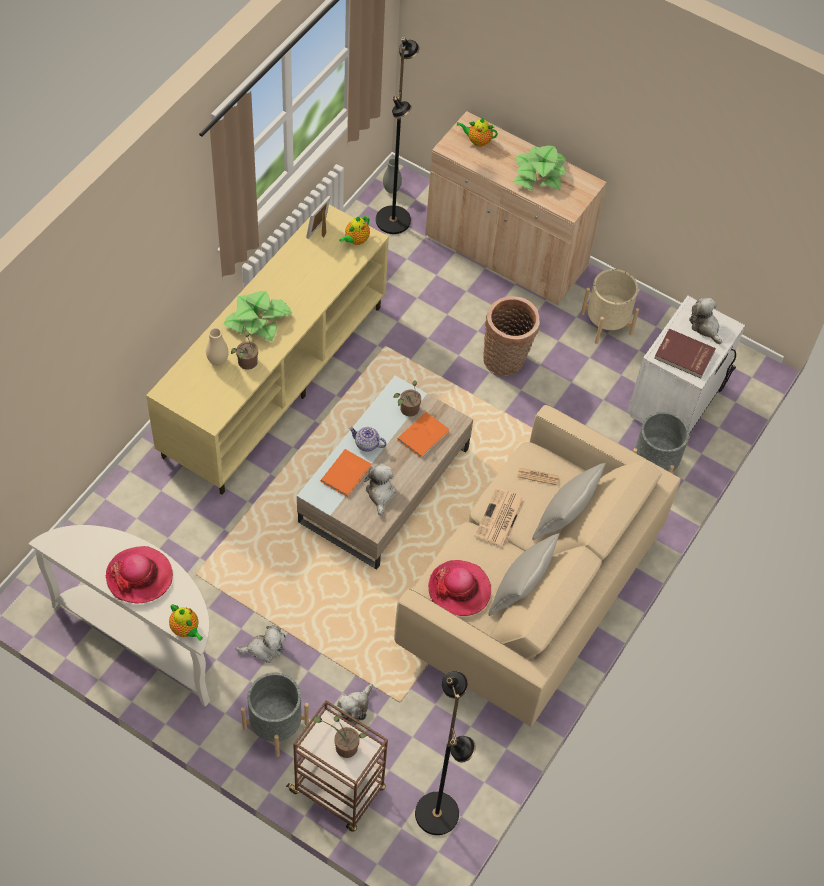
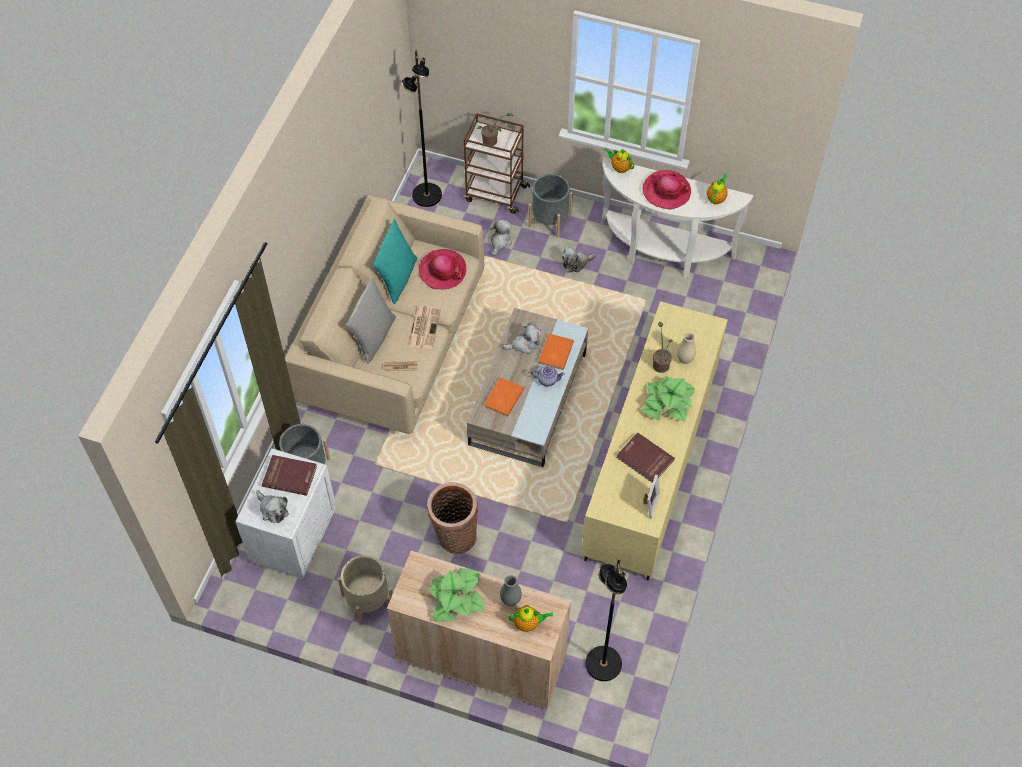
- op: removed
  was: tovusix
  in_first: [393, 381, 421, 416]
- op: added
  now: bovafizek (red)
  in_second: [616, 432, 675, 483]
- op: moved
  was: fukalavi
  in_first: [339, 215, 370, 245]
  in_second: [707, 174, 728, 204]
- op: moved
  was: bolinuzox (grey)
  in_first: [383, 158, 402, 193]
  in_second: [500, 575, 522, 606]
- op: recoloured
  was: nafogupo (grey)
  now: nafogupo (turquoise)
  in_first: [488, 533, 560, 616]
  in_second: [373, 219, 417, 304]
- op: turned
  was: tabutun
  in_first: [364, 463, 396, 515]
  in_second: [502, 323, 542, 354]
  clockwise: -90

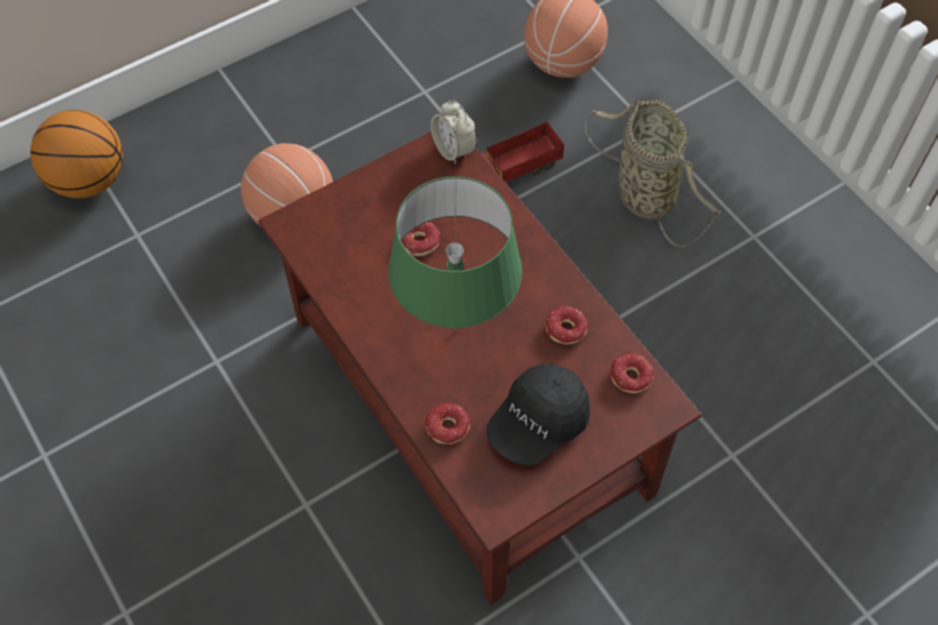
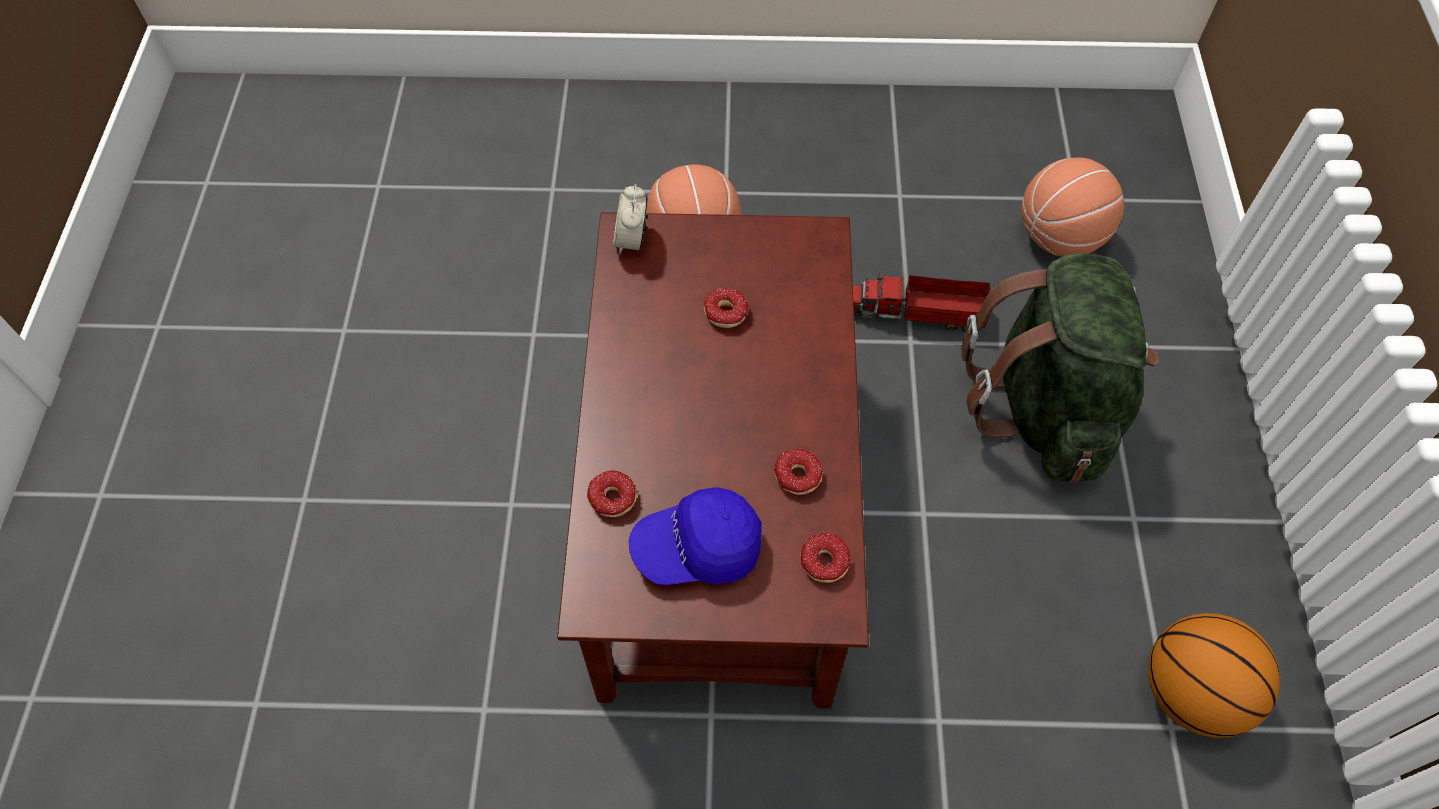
- op: removed
  was: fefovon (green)
  in_first: [388, 176, 522, 331]
- op: moved
  was: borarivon
  in_first: [31, 110, 123, 198]
  in_second: [1148, 613, 1280, 738]
- op: moved
  was: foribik
  in_first: [431, 100, 477, 165]
  in_second: [613, 184, 648, 255]
- op: replaced
  was: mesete
  now: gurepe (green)
  in_first: [585, 100, 721, 248]
  in_second: [961, 253, 1159, 483]
- op: recoloured
  was: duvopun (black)
  now: duvopun (blue)
  in_first: [486, 364, 590, 466]
  in_second: [629, 487, 762, 585]

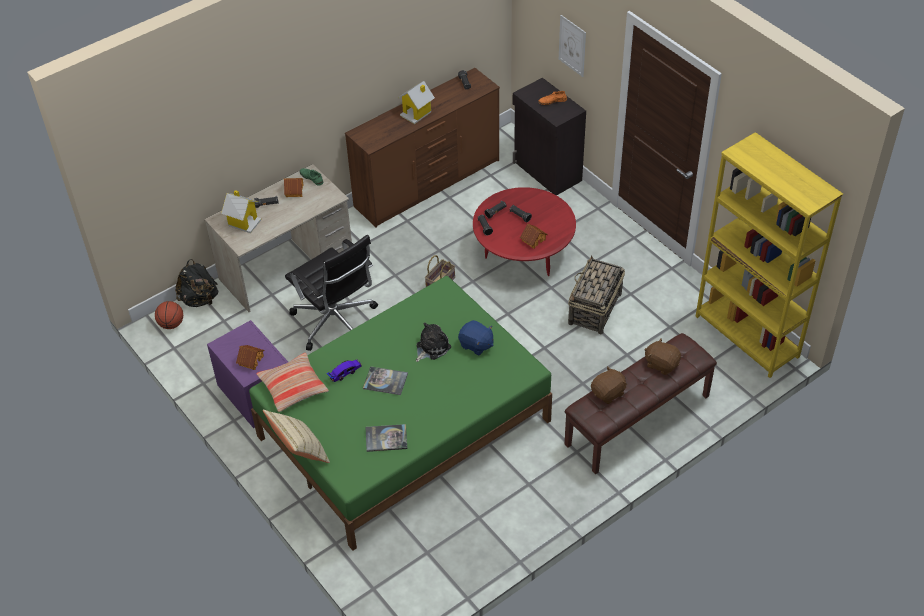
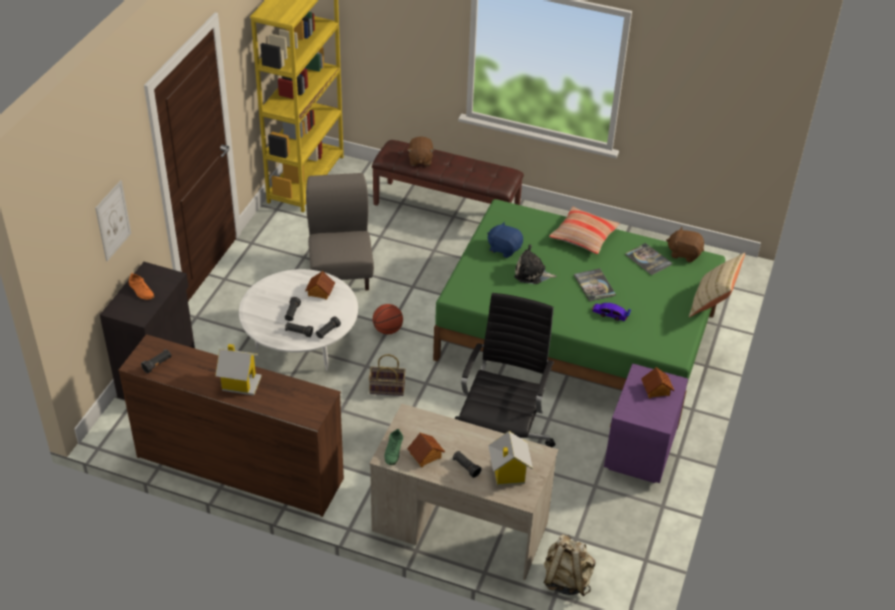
- op: moved
  was: borarivon
  in_first: [155, 301, 183, 329]
  in_second: [373, 304, 403, 334]
- op: moved
  was: nafogupo
  in_first: [256, 353, 329, 412]
  in_second: [549, 207, 620, 254]
- op: moved
  was: tabutun (brown)
  in_first: [591, 366, 627, 404]
  in_second: [666, 227, 704, 262]
- op: replaced
  was: mesete
  now: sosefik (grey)
  in_first: [568, 255, 625, 334]
  in_second: [306, 173, 374, 290]
- op: recoloured
  was: gurepe (black)
  now: gurepe (beige)
  in_first: [175, 259, 218, 307]
  in_second: [543, 534, 595, 597]
- op: recoloured
  was: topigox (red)
  now: topigox (white)
  in_first: [473, 187, 576, 276]
  in_second: [239, 269, 358, 370]
- op: turned
  was: tabutun (blue)
  in_first: [458, 320, 494, 355]
  in_second: [487, 222, 523, 258]
  clockwise: -60

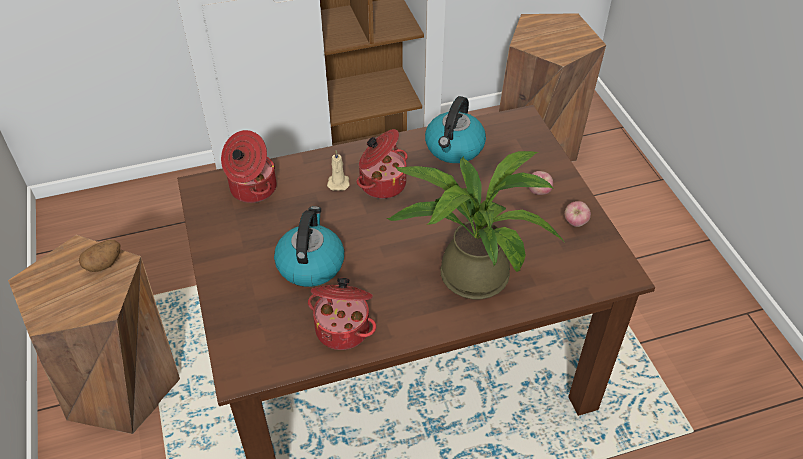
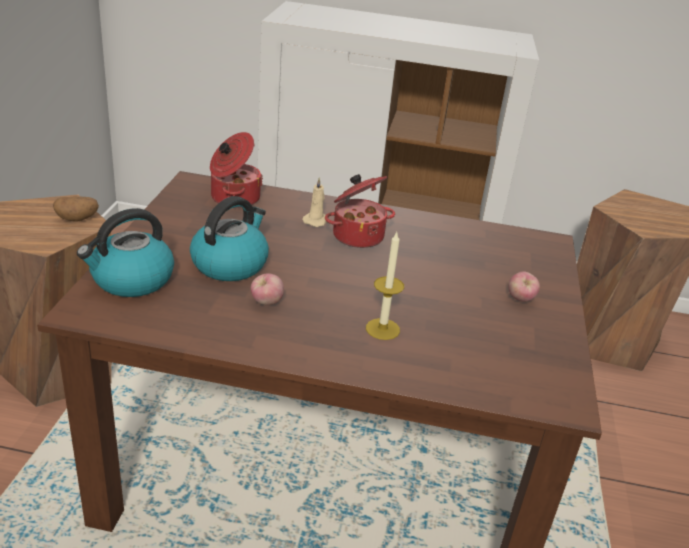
- op: removed
  was: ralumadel
  in_first: [308, 278, 376, 350]
- op: moved
  was: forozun
  in_first: [425, 96, 486, 163]
  in_second: [77, 208, 174, 297]
- op: moved
  was: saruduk
  in_first: [564, 201, 591, 227]
  in_second: [251, 273, 284, 305]
- op: replaced
  was: tovusix
  now: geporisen
  in_first: [387, 151, 563, 299]
  in_second: [366, 232, 404, 340]

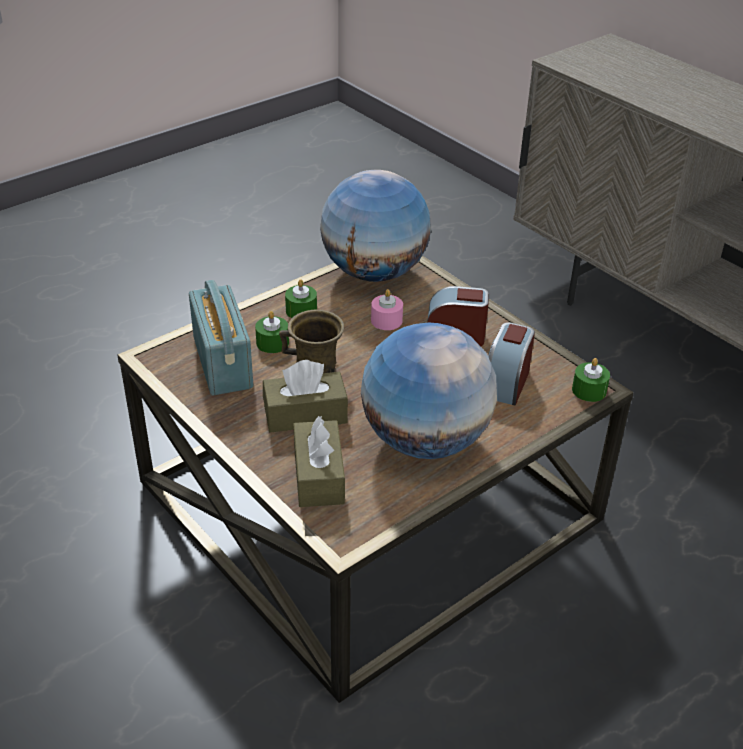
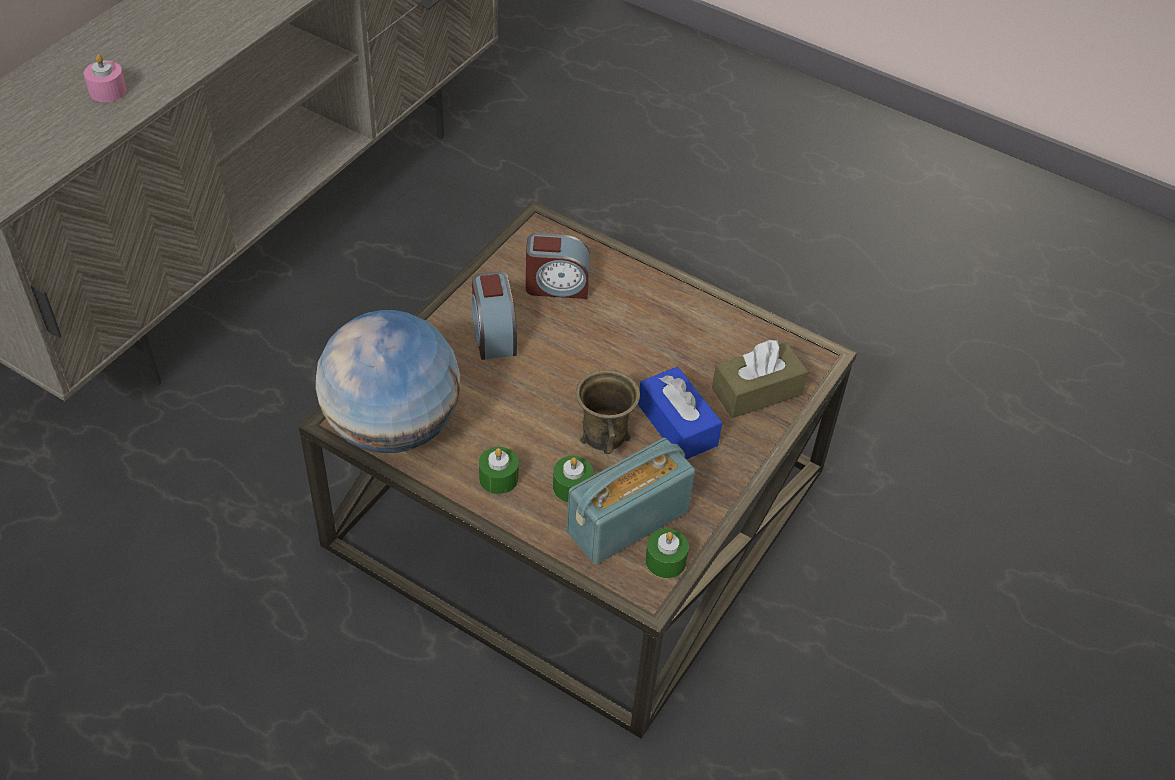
- op: removed
  was: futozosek
  in_first: [361, 323, 497, 459]
- op: moved
  was: geporisen (pink)
  in_first: [371, 289, 403, 330]
  in_second: [84, 54, 127, 102]
- op: moved
  was: geporisen (green)
  in_first: [572, 358, 610, 402]
  in_second: [645, 529, 689, 578]
- op: recoloured
  was: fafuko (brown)
  now: fafuko (blue)
  in_first: [263, 360, 348, 433]
  in_second: [638, 367, 722, 459]

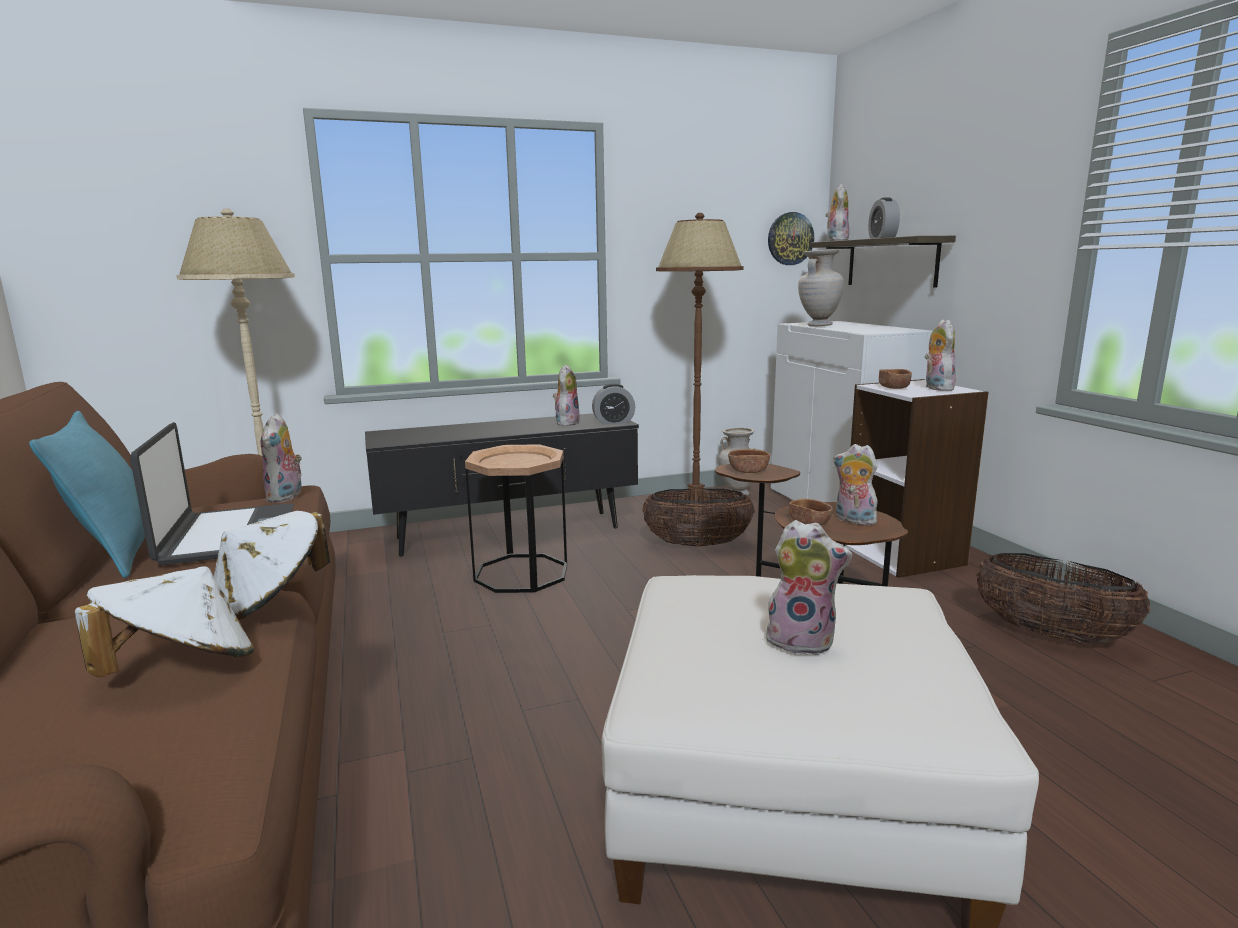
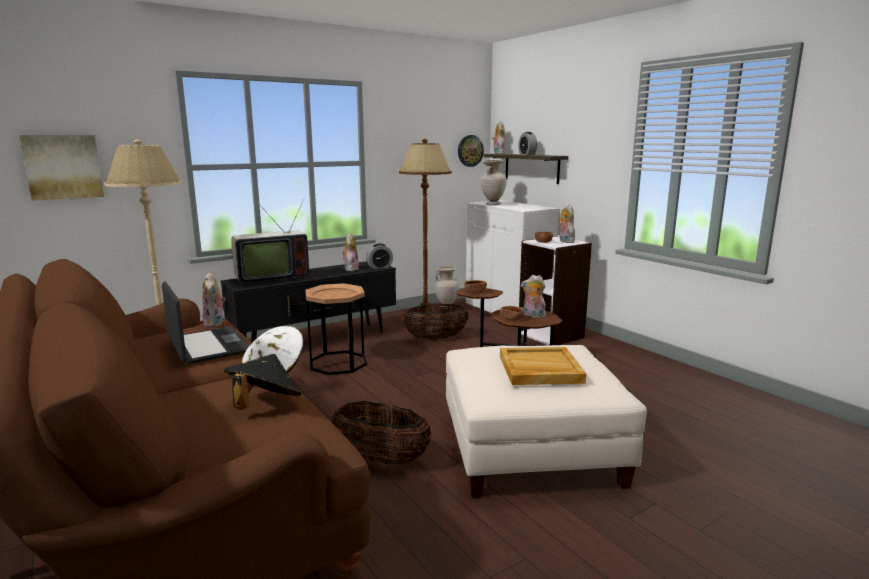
- op: removed
  was: nafogupo (turquoise)
  in_first: [29, 411, 145, 578]
- op: added
  now: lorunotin
  in_second: [19, 135, 104, 201]
- op: added
  now: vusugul
  in_second: [231, 200, 309, 286]
- op: moved
  was: mesete
  in_first: [975, 553, 1151, 644]
  in_second: [331, 401, 432, 464]
- op: replaced
  was: tabutun
  now: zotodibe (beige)
  in_first: [764, 520, 852, 655]
  in_second: [500, 347, 586, 385]
- op: recoloured
  was: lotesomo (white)
  now: lotesomo (black)
  in_first: [75, 566, 254, 677]
  in_second: [224, 354, 302, 410]

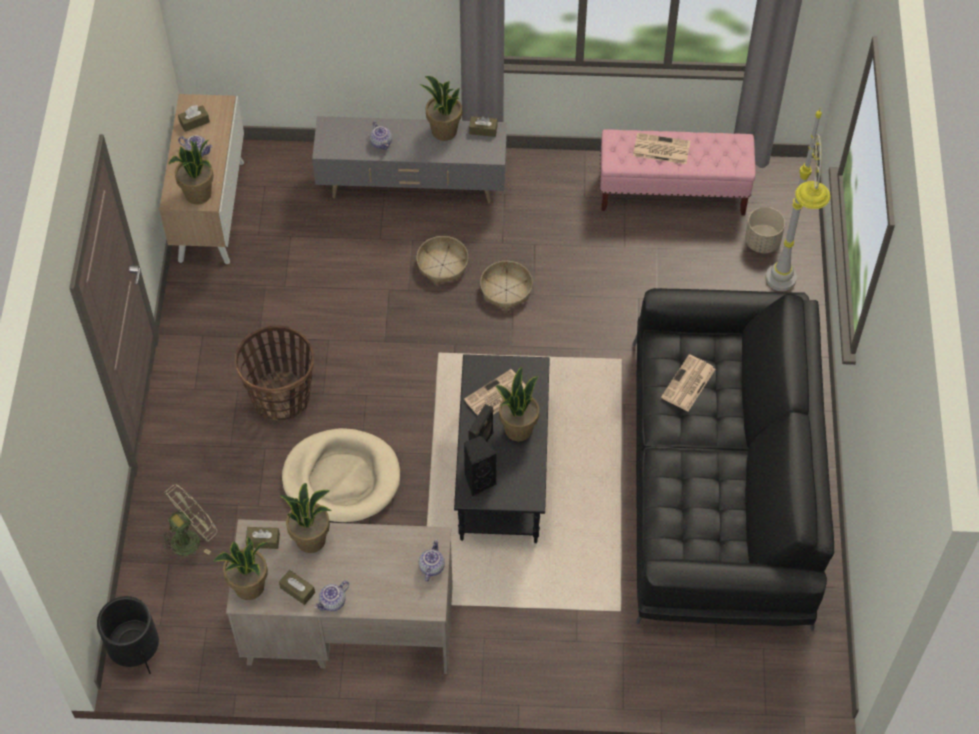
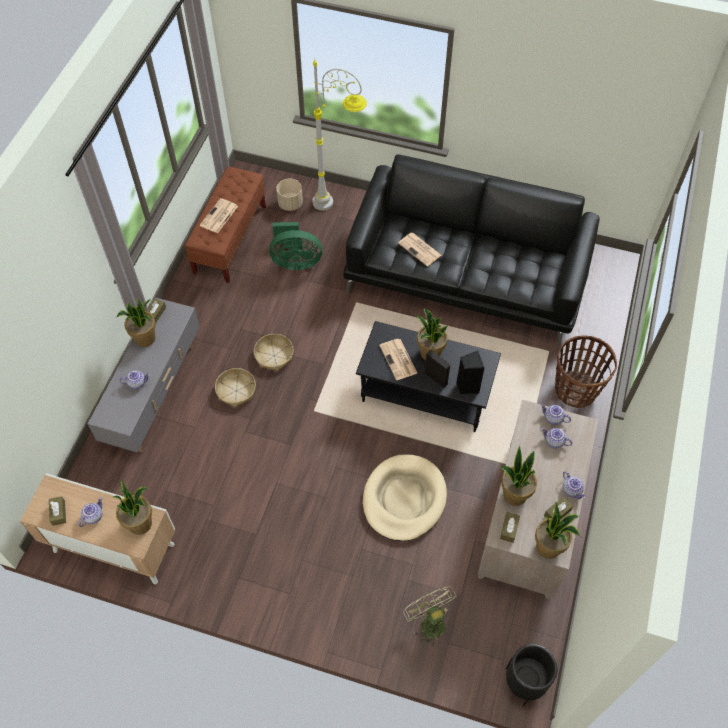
- op: added
  now: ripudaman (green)
  in_second: [269, 222, 322, 270]
- op: added
  now: fukalavi
  in_second: [541, 427, 572, 448]
- op: moved
  was: mesete
  in_first: [235, 325, 314, 421]
  in_second: [555, 336, 617, 408]
- op: recoloured
  was: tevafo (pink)
  now: tevafo (brown)
  in_first: [600, 129, 756, 216]
  in_second: [184, 167, 266, 283]

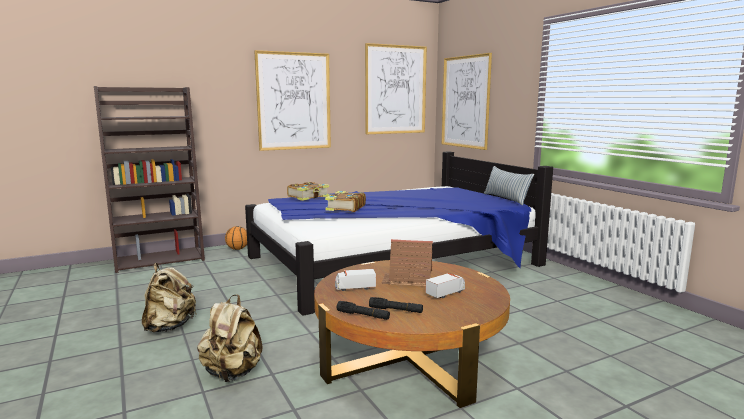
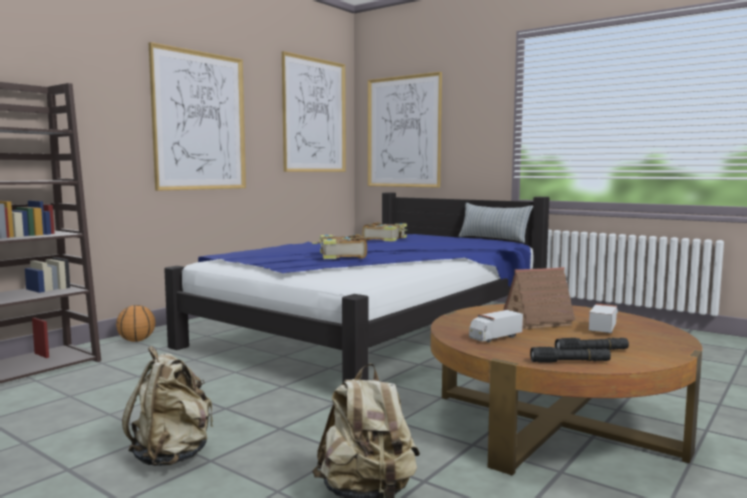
- op: moved
  was: bovafizek
  in_first: [287, 182, 329, 201]
  in_second: [362, 222, 407, 242]

